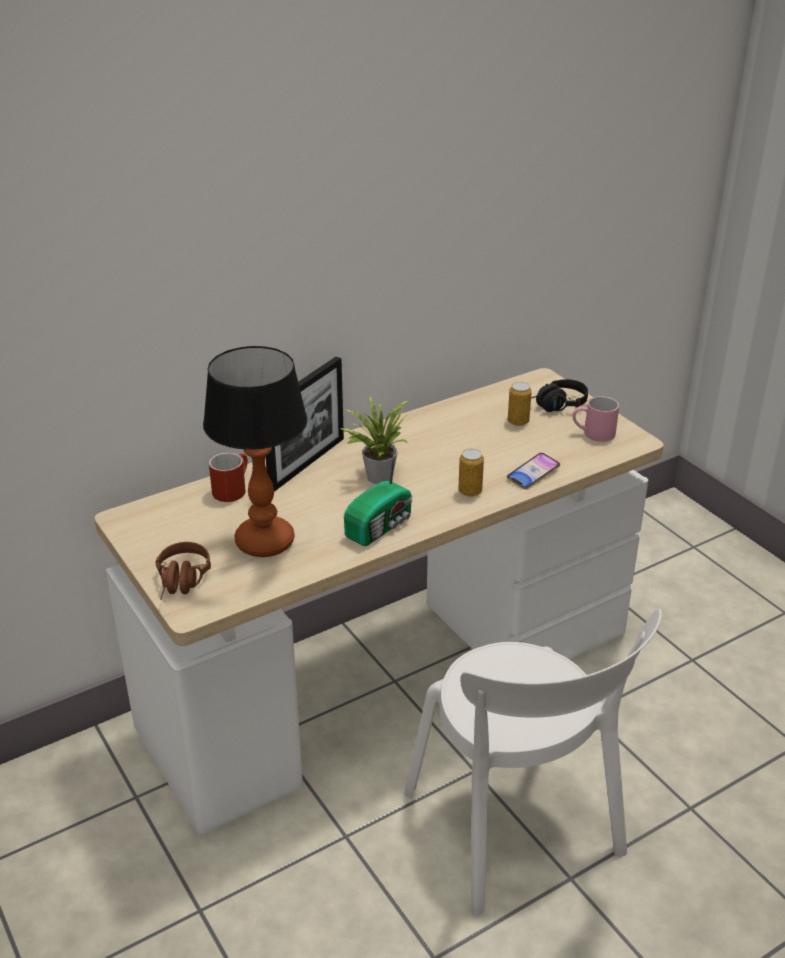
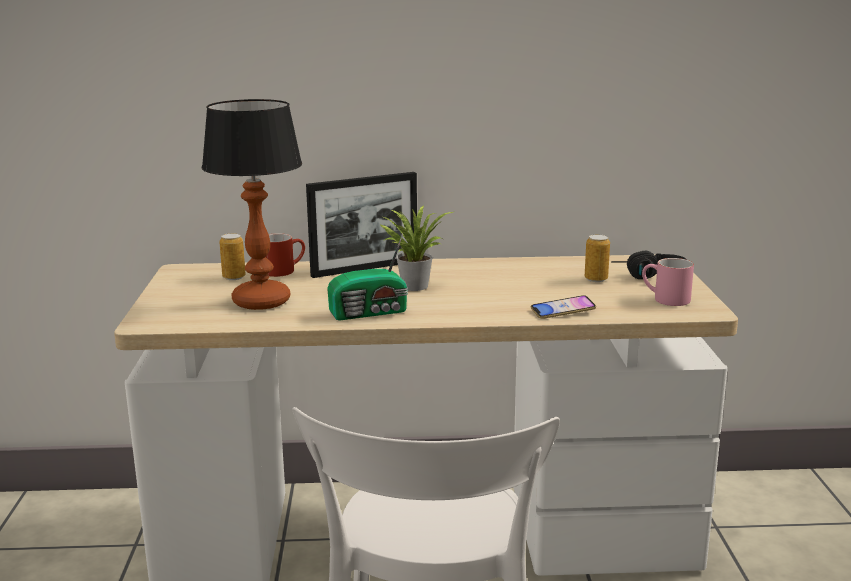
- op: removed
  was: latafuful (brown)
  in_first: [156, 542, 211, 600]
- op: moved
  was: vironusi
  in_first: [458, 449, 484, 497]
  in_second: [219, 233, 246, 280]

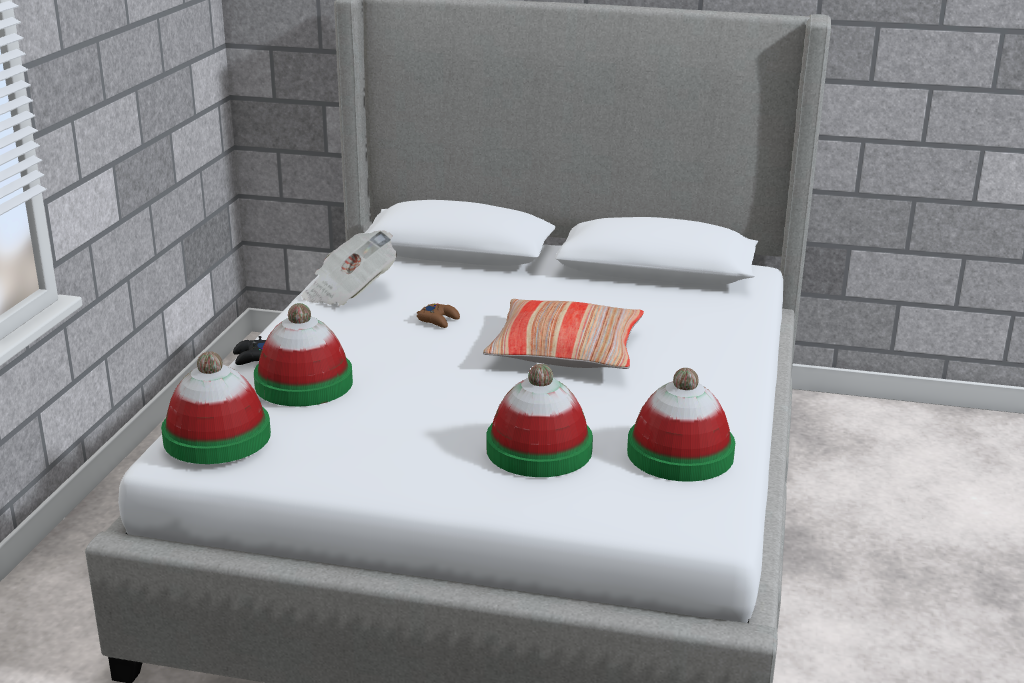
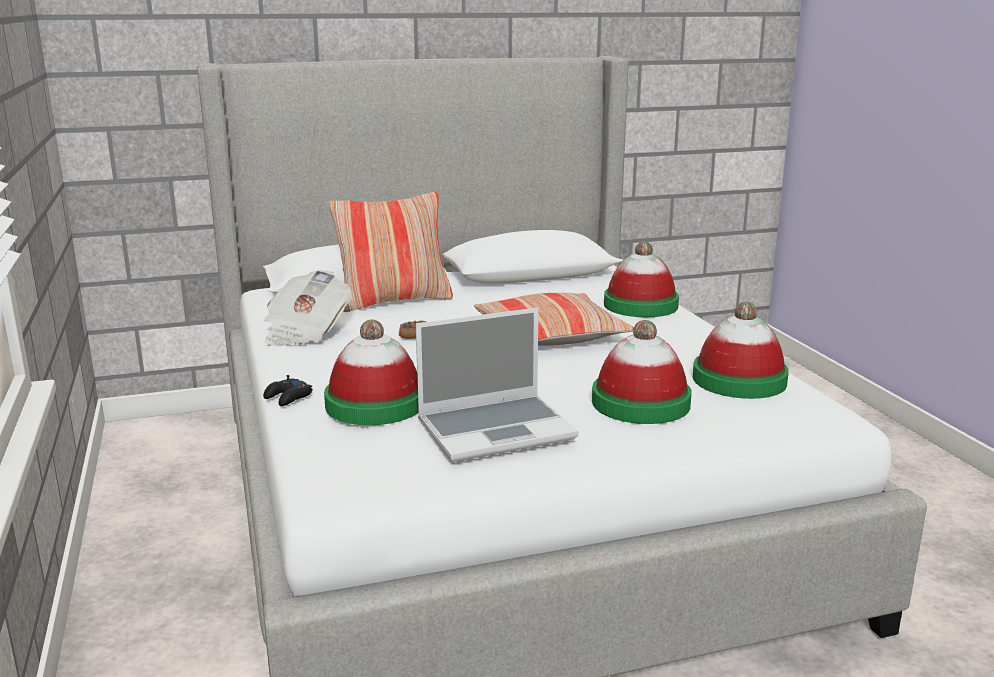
- op: added
  now: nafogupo
  in_second: [329, 192, 453, 312]
- op: added
  now: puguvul
  in_second: [416, 308, 579, 462]
- op: moved
  was: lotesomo
  in_first: [161, 351, 271, 464]
  in_second: [604, 241, 679, 317]

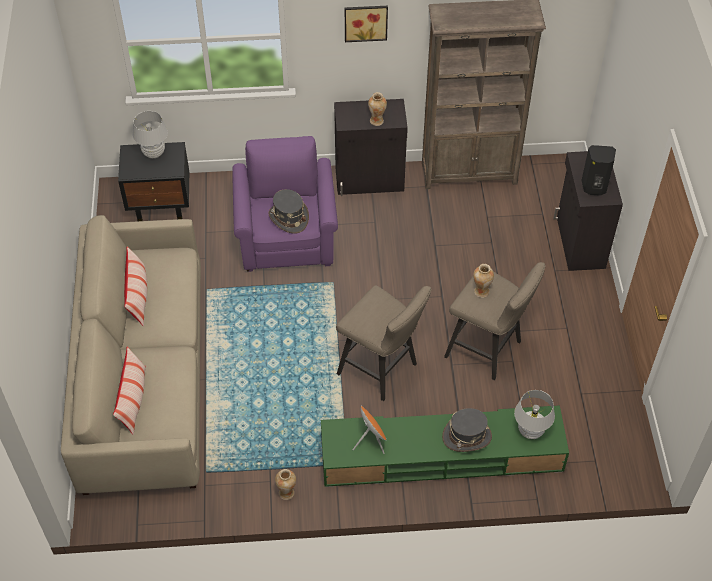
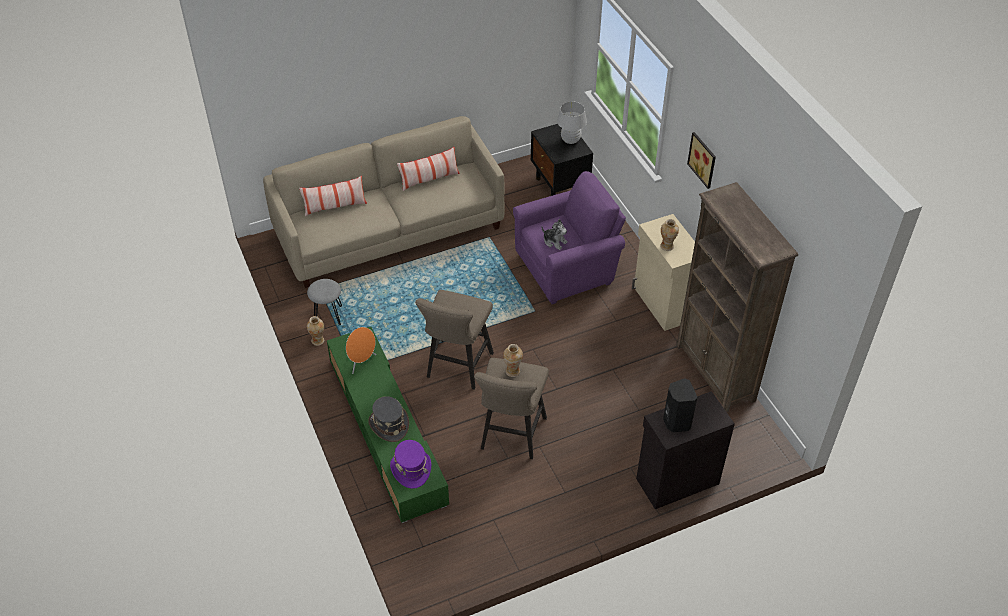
- op: added
  now: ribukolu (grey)
  in_second: [307, 279, 342, 325]
- op: replaced
  was: lotesomo (grey)
  now: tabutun
  in_first: [268, 189, 309, 234]
  in_second: [541, 219, 568, 250]
- op: replaced
  was: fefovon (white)
  now: lotesomo (purple)
  in_first: [514, 390, 555, 439]
  in_second: [390, 440, 431, 489]
- op: recoloured
  was: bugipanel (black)
  now: bugipanel (beige)
  in_first: [334, 99, 408, 196]
  in_second: [632, 214, 695, 331]

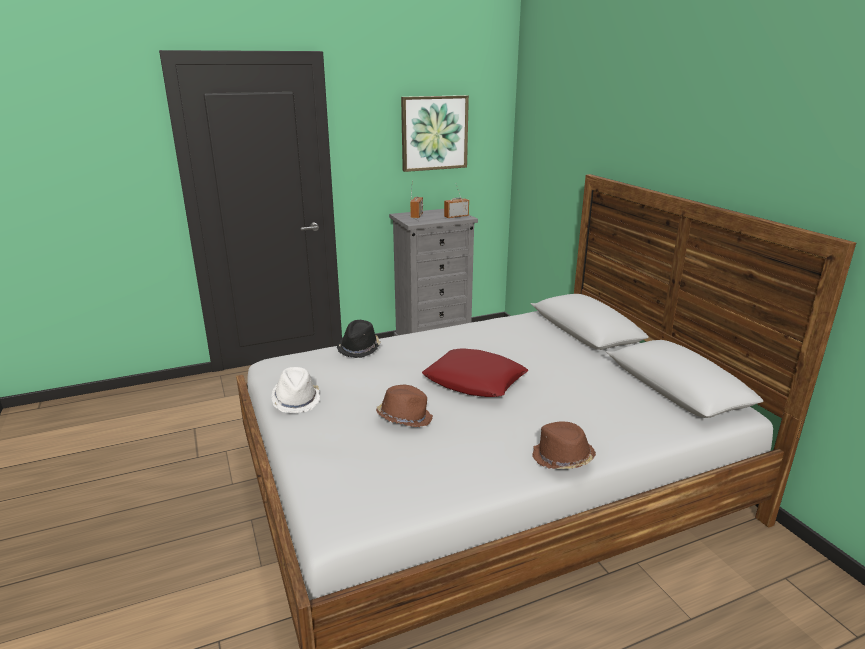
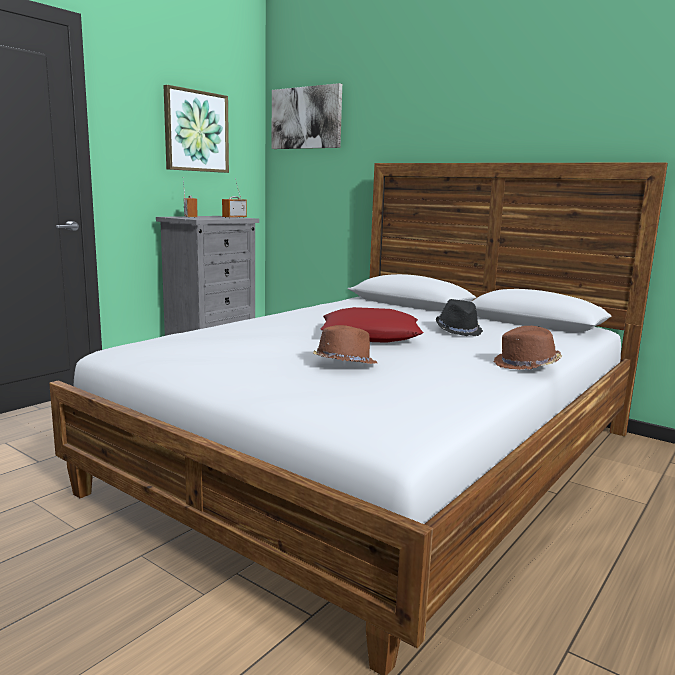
- op: removed
  was: lotesomo (white)
  in_first: [271, 367, 320, 413]
- op: added
  now: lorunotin
  in_second: [271, 83, 342, 149]
- op: moved
  was: lotesomo (black)
  in_first: [337, 320, 381, 358]
  in_second: [436, 299, 483, 336]

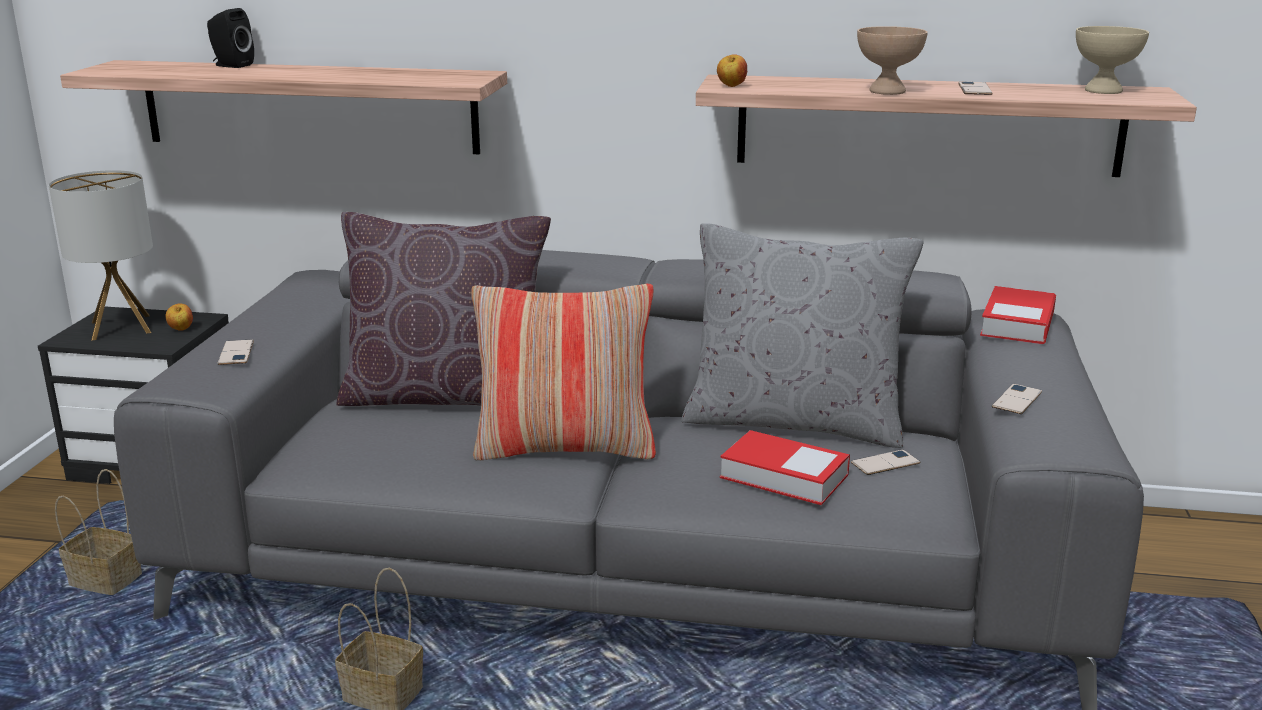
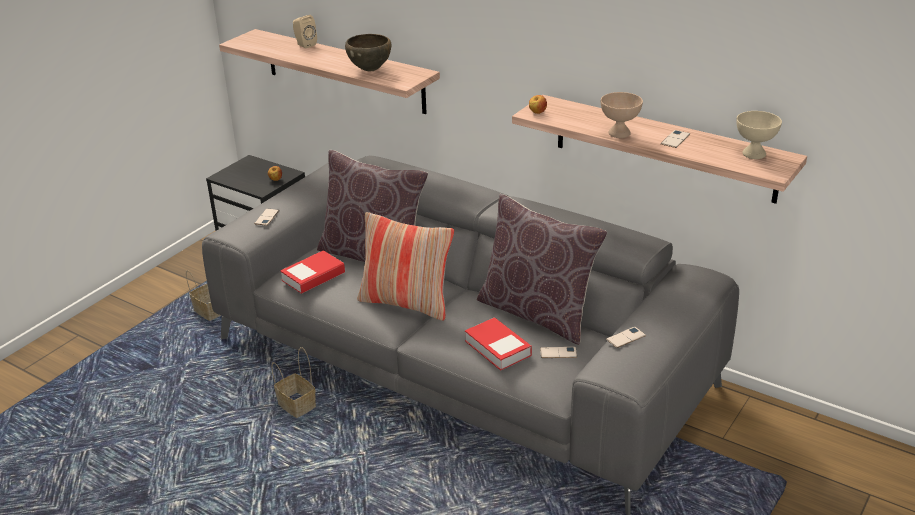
- op: removed
  was: fefovon
  in_first: [49, 170, 153, 341]
- op: added
  now: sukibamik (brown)
  in_second: [345, 34, 391, 71]
- op: moved
  was: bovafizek
  in_first: [980, 286, 1056, 344]
  in_second: [280, 250, 345, 294]
- op: recoloured
  was: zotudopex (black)
  now: zotudopex (beige)
  in_first: [207, 8, 254, 68]
  in_second: [293, 15, 317, 49]
- op: recoloured
  was: nafogupo (grey)
  now: nafogupo (brown)
  in_first: [681, 223, 924, 448]
  in_second: [477, 194, 607, 345]

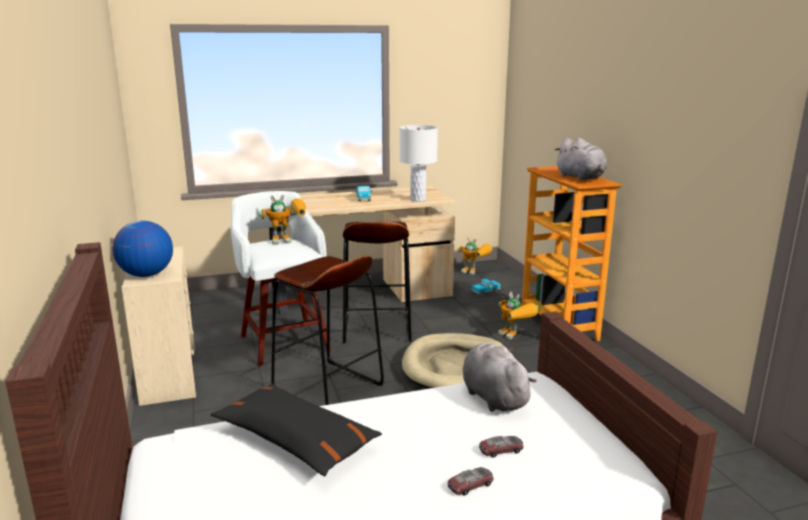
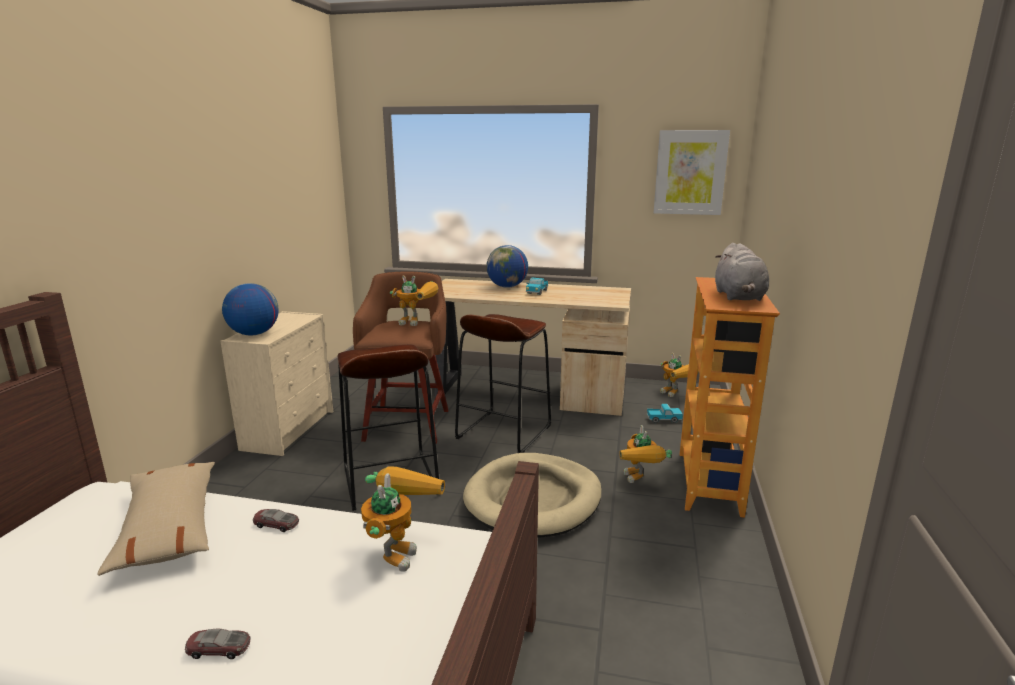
- op: removed
  was: fefovon (white)
  in_first: [400, 125, 438, 202]
- op: added
  now: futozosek
  in_second: [486, 245, 528, 288]
- op: added
  now: lorunotin
  in_second: [654, 130, 730, 215]
- op: moved
  was: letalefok
  in_first: [479, 436, 524, 458]
  in_second: [253, 509, 299, 532]
- op: replaced
  was: tabutun (grey)
  now: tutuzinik
  in_first: [462, 343, 537, 412]
  in_second: [361, 467, 445, 572]
- op: recoloured
  was: nafogupo (black)
  now: nafogupo (beige)
  in_first: [211, 384, 382, 476]
  in_second: [98, 462, 215, 576]
- op: recoloured
  was: ribukolu (white)
  now: ribukolu (brown)
  in_first: [231, 191, 331, 366]
  in_second: [353, 271, 449, 444]

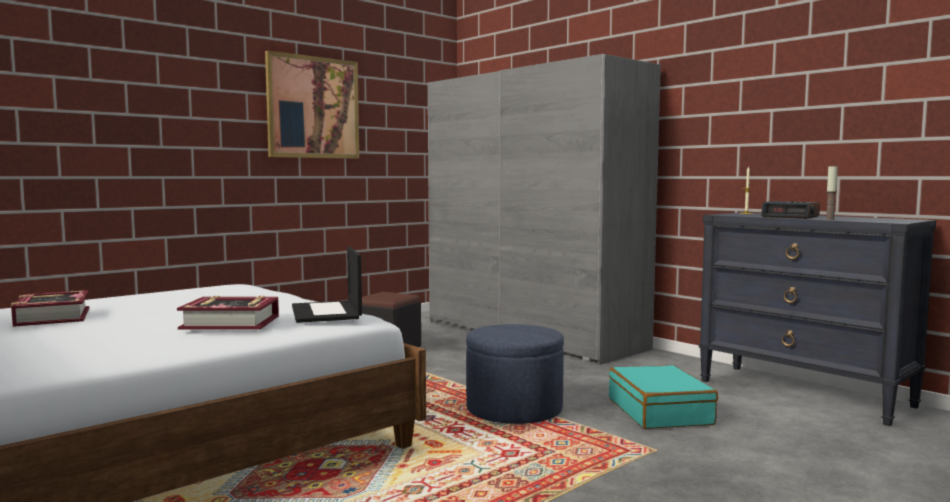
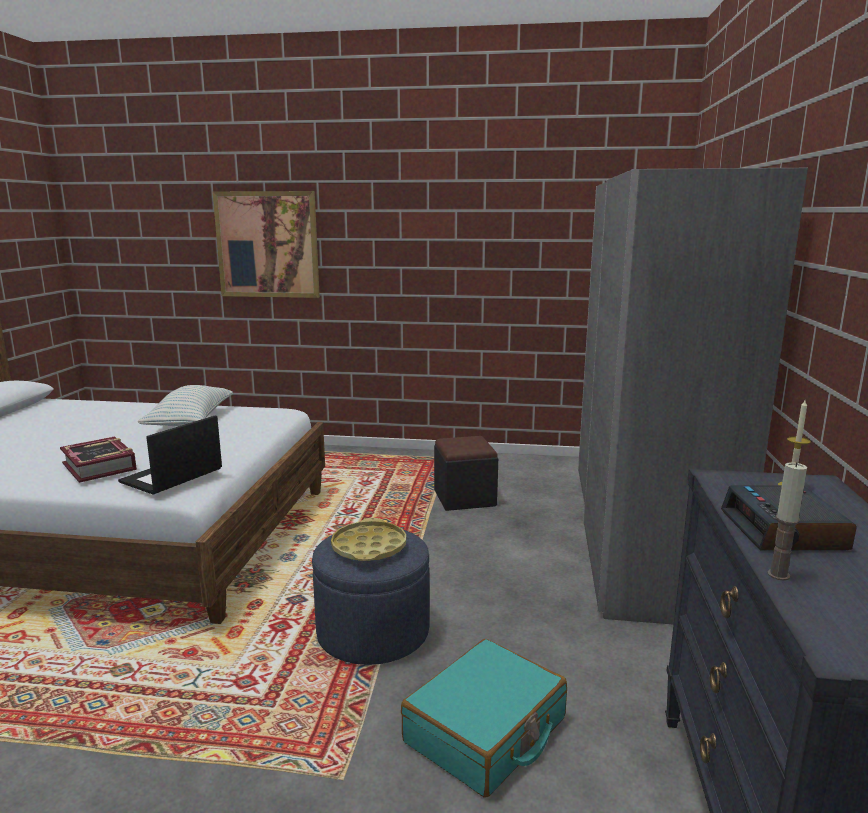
- op: removed
  was: bovafizek
  in_first: [11, 290, 89, 327]
- op: added
  now: nafogupo
  in_second: [138, 385, 233, 427]
- op: added
  now: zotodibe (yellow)
  in_second: [331, 518, 406, 561]
- op: moved
  was: lorunotin
  in_first: [265, 50, 359, 159]
  in_second: [212, 191, 320, 298]

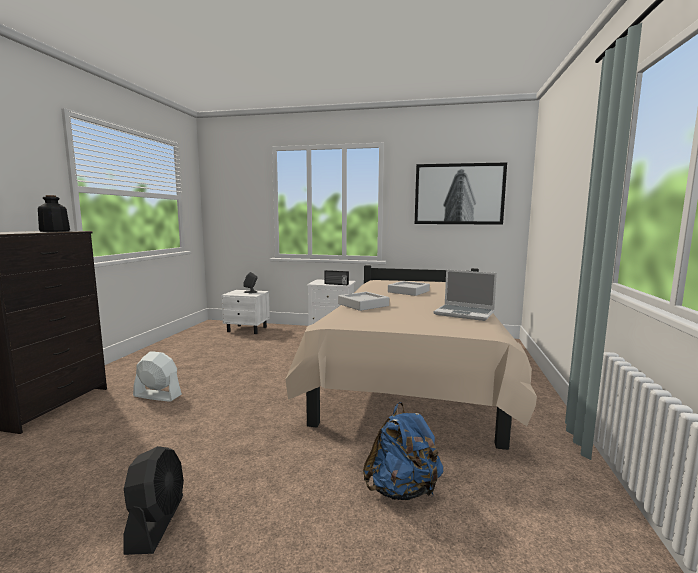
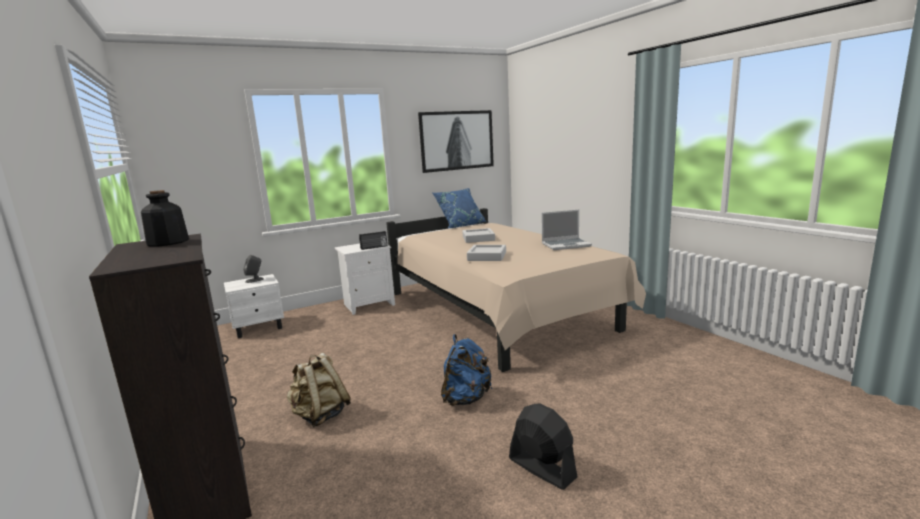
- op: added
  now: nafogupo (blue)
  in_second: [433, 188, 486, 228]
- op: moved
  was: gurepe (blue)
  in_first: [363, 402, 443, 500]
  in_second: [441, 334, 492, 406]
- op: replaced
  was: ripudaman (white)
  now: gurepe (beige)
  in_first: [133, 351, 182, 402]
  in_second: [287, 352, 351, 427]

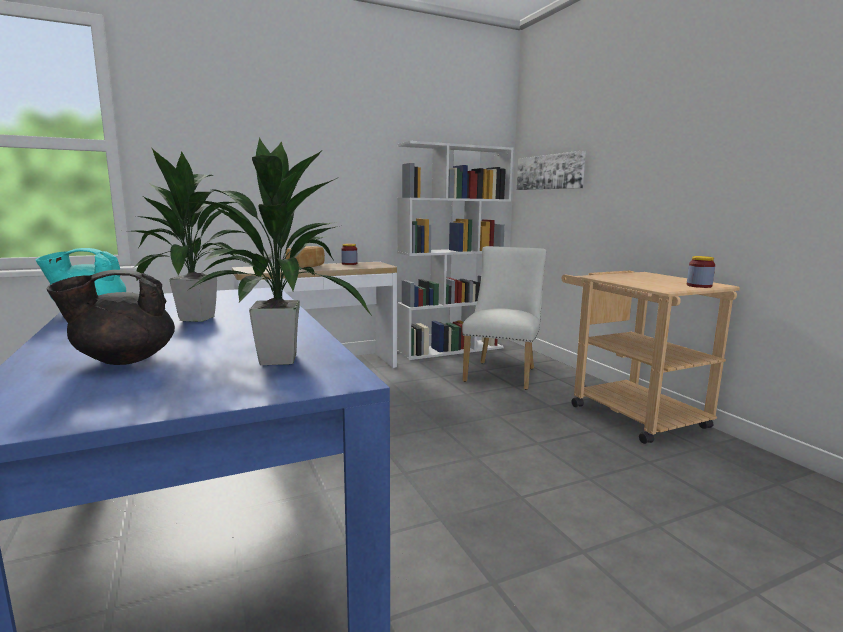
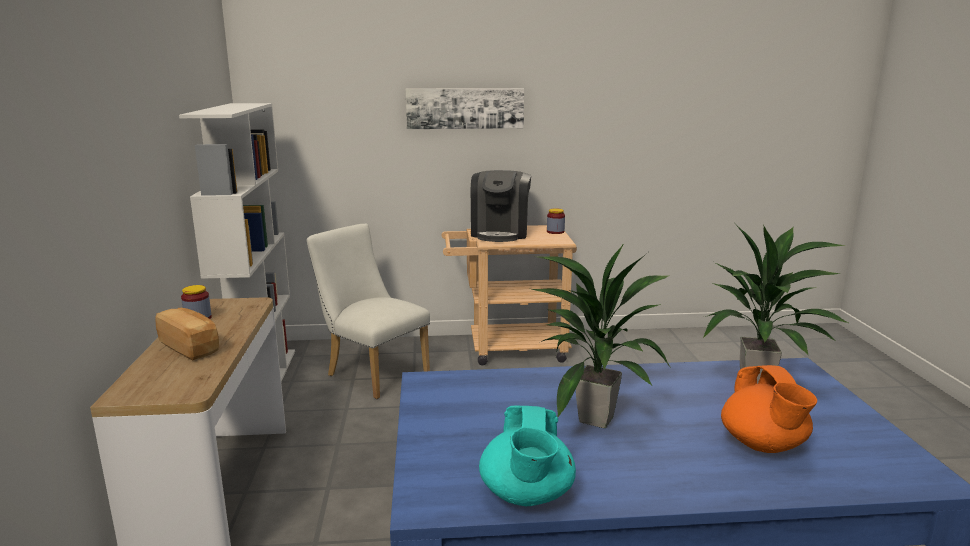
- op: added
  now: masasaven
  in_second: [471, 170, 531, 242]
- op: moved
  was: lorunotin
  in_first: [517, 151, 586, 190]
  in_second: [406, 88, 524, 129]
- op: recoloured
  was: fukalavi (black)
  now: fukalavi (orange)
  in_first: [47, 270, 175, 365]
  in_second: [721, 365, 817, 453]

